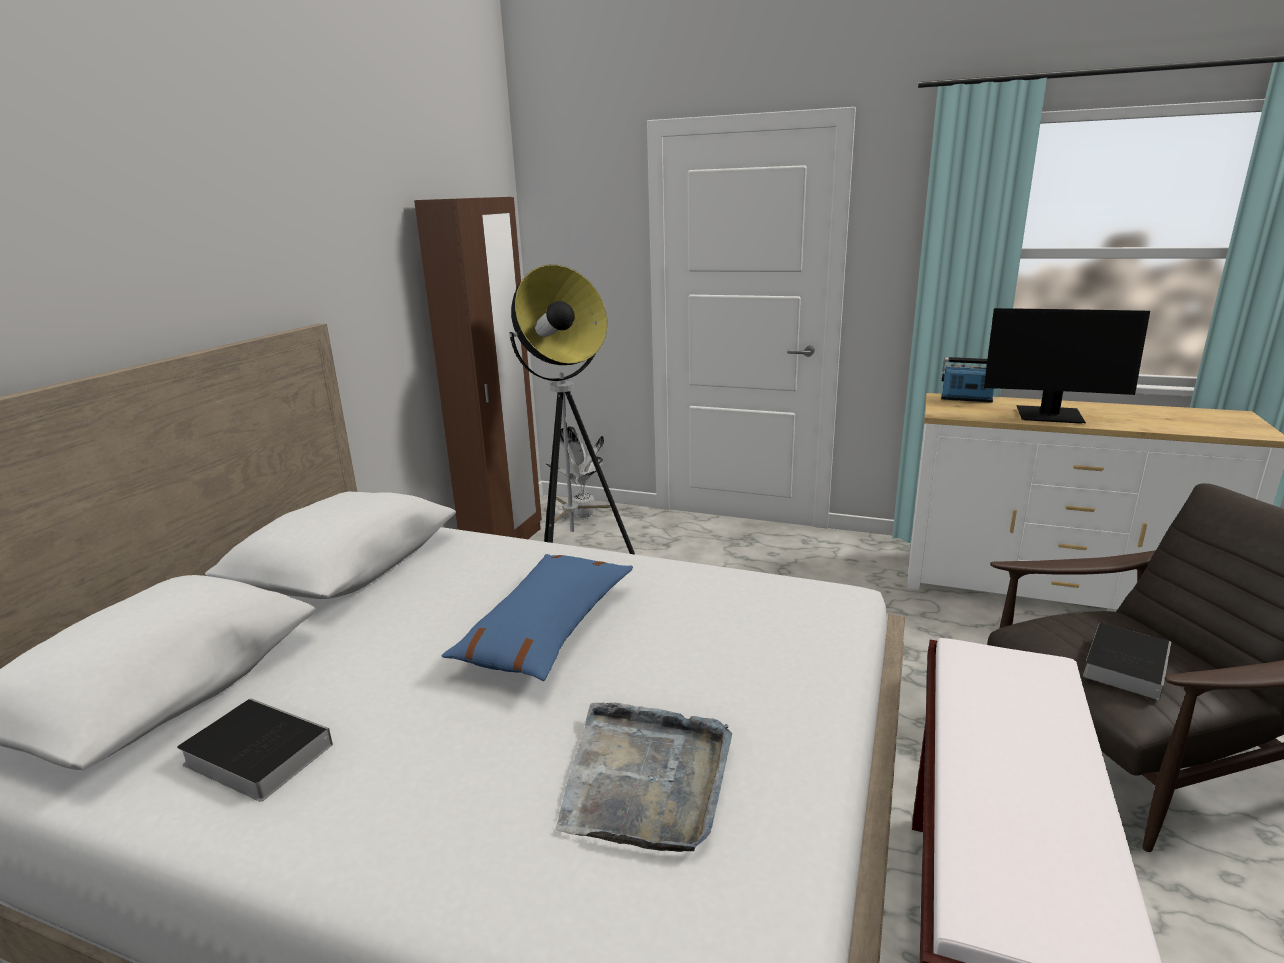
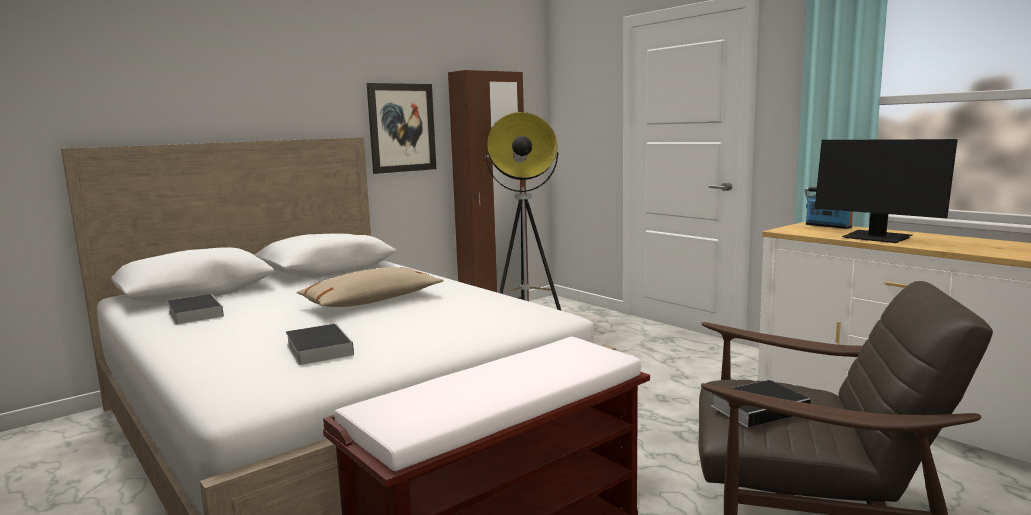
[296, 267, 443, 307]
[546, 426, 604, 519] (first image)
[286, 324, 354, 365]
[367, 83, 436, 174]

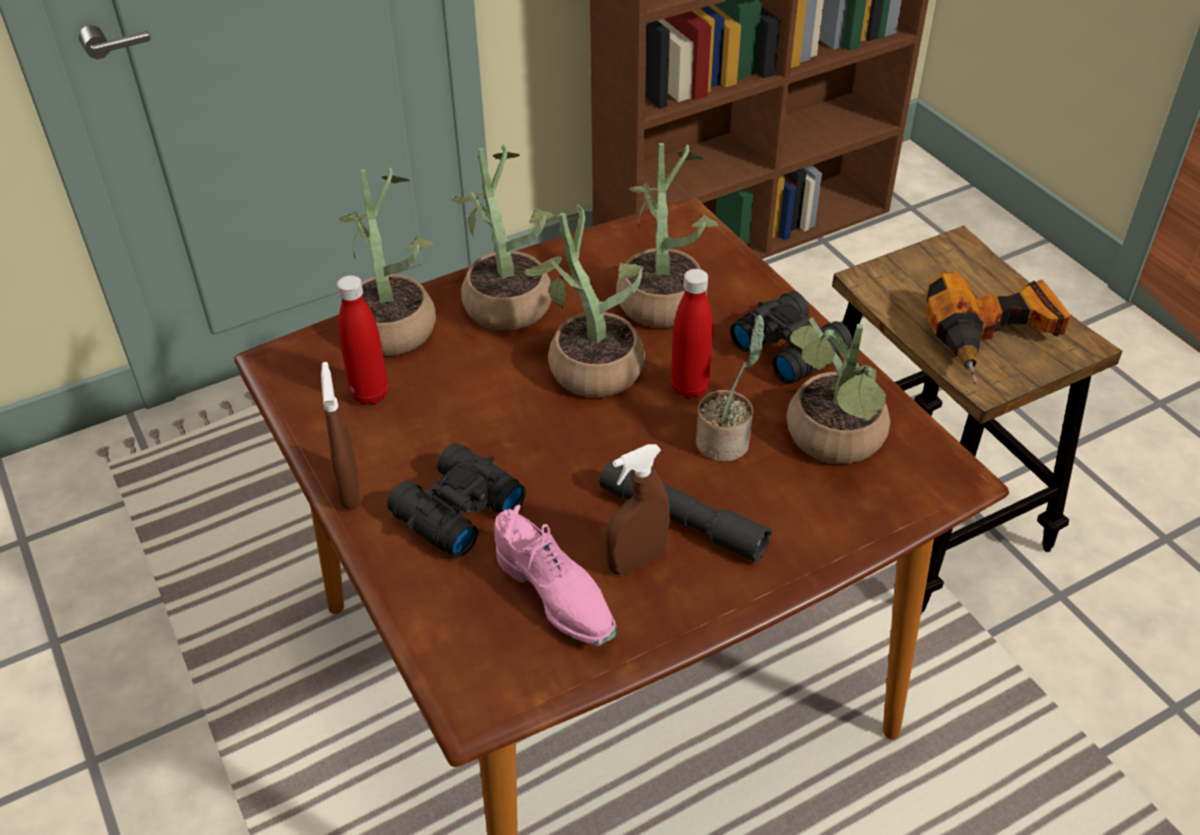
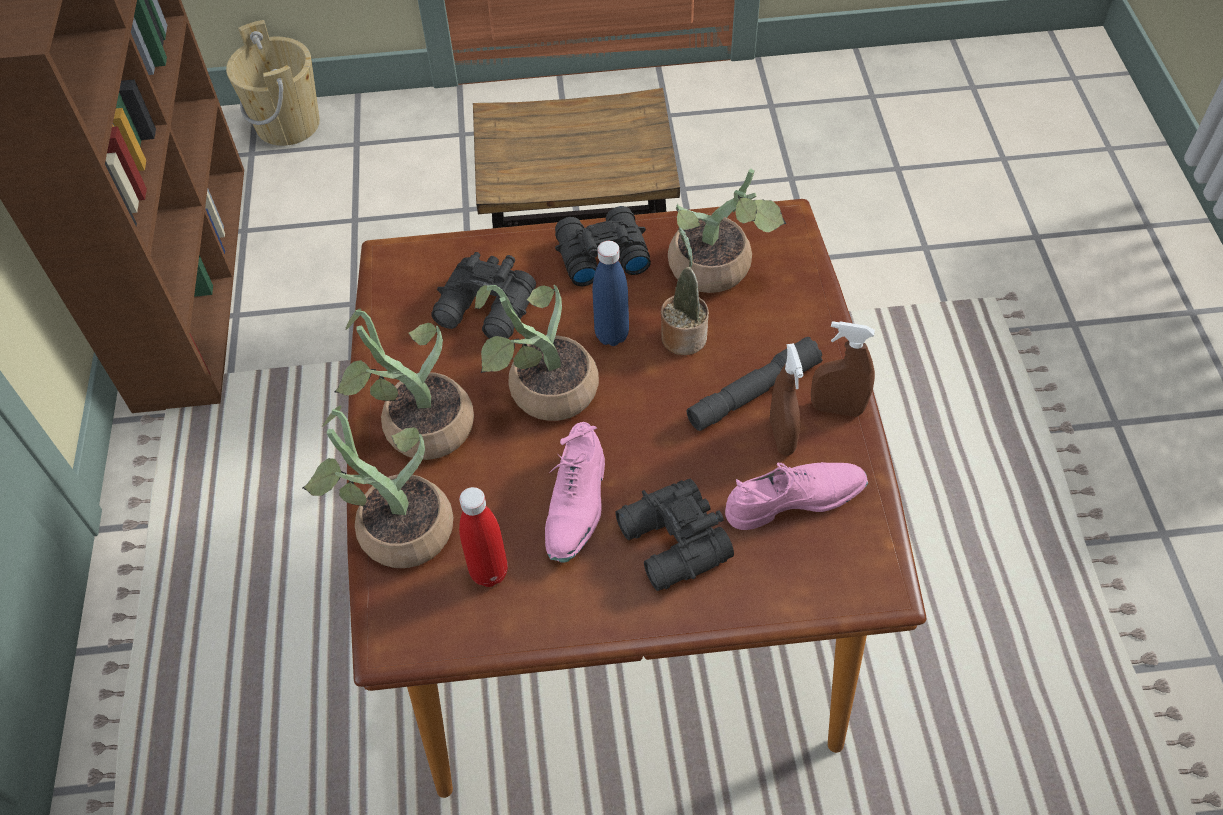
[811, 321, 875, 417]
[431, 252, 536, 339]
[593, 241, 629, 346]
[926, 273, 1071, 384] (first image)
[226, 20, 320, 146]
[545, 422, 605, 563]

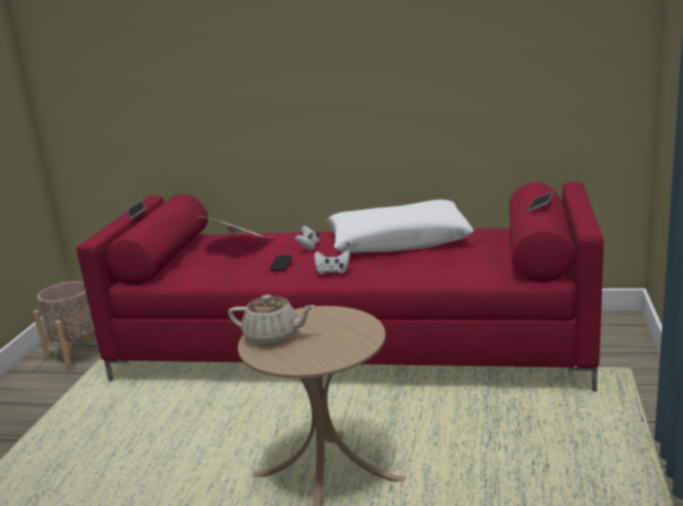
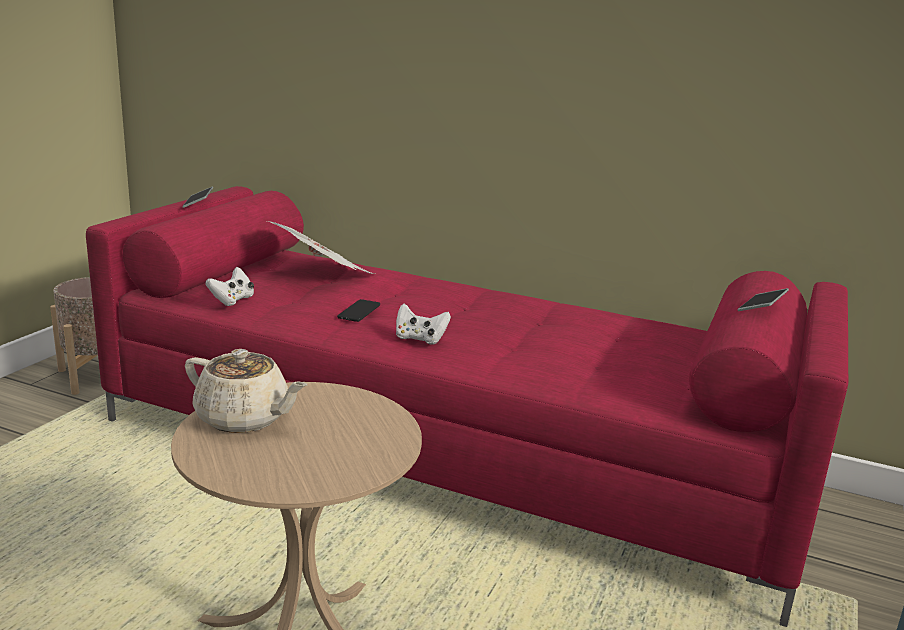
[206, 267, 254, 306]
[328, 200, 474, 253] (first image)

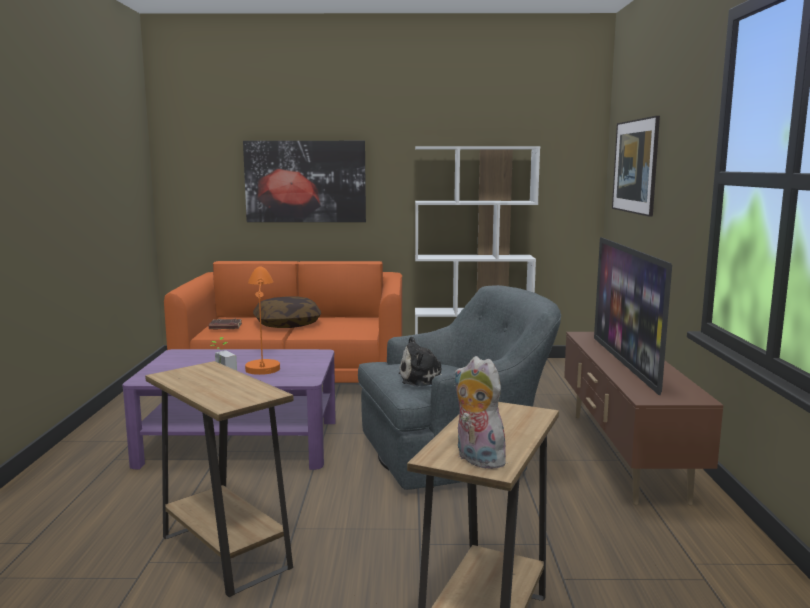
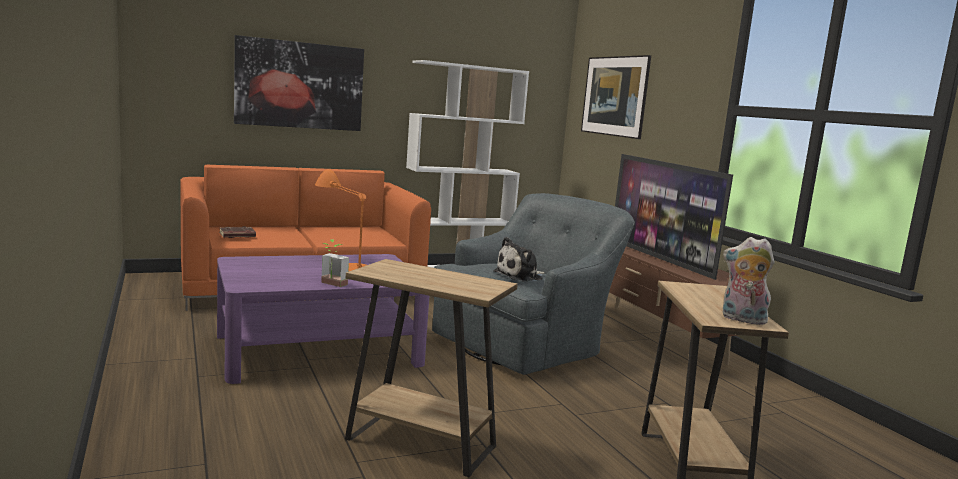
[253, 296, 321, 328] (first image)

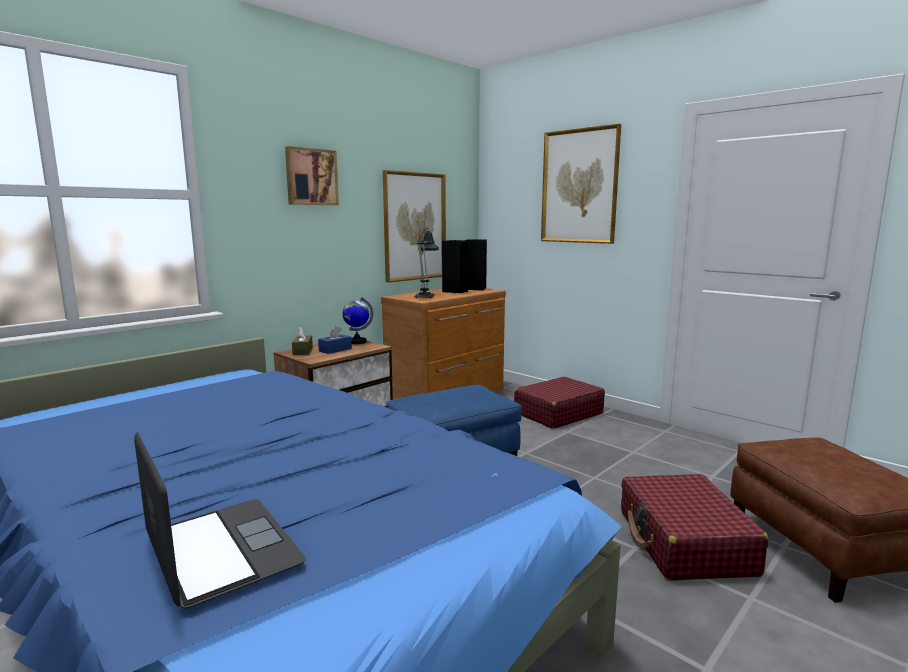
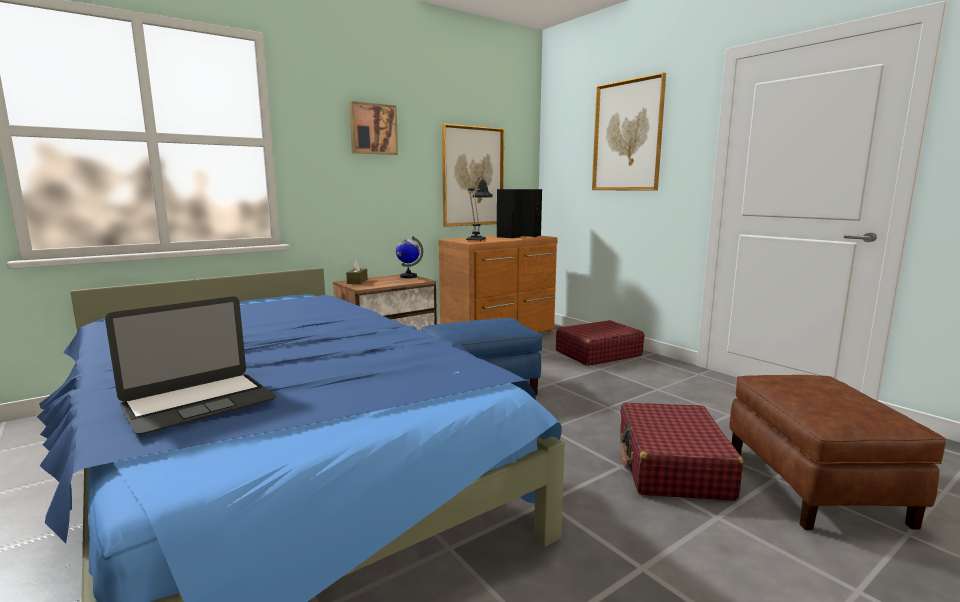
[105, 296, 276, 435]
[318, 326, 352, 354] (first image)

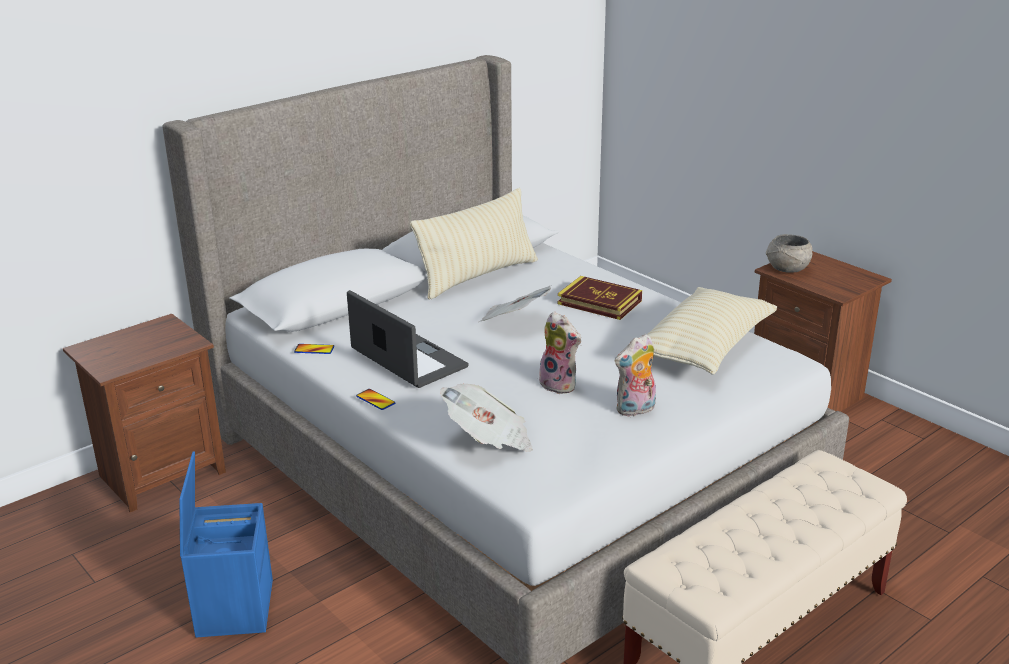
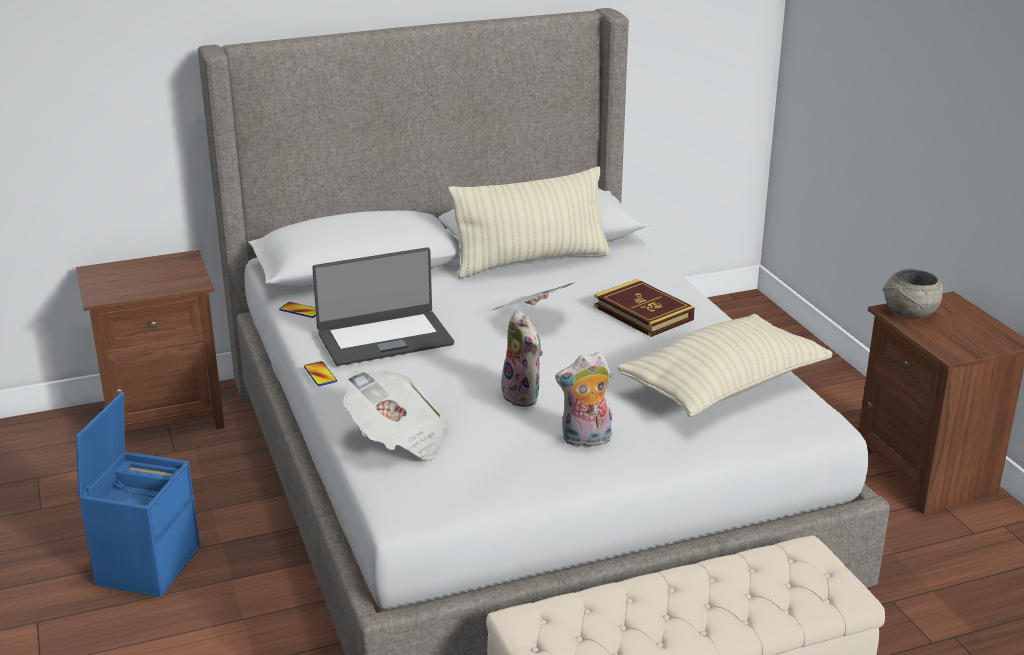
[312, 247, 454, 366]

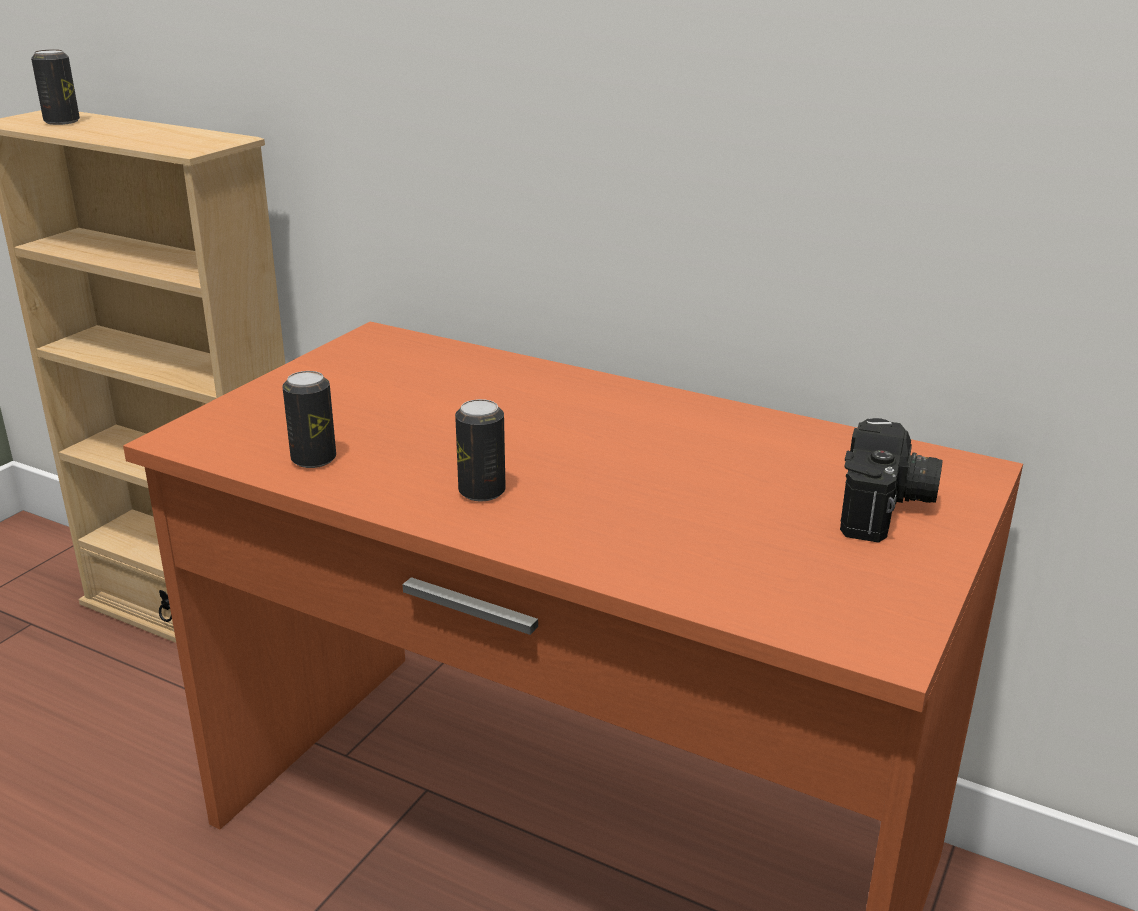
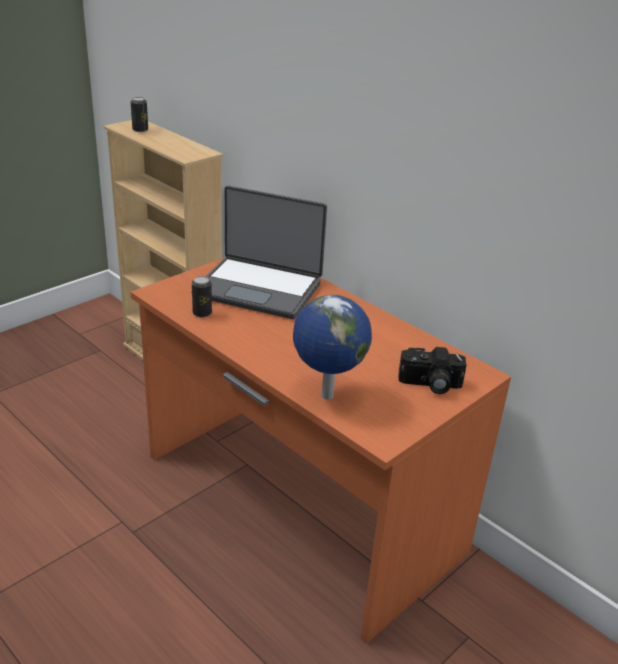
[455, 399, 506, 501] (first image)
[398, 347, 466, 394]
[206, 185, 327, 319]
[293, 295, 372, 400]

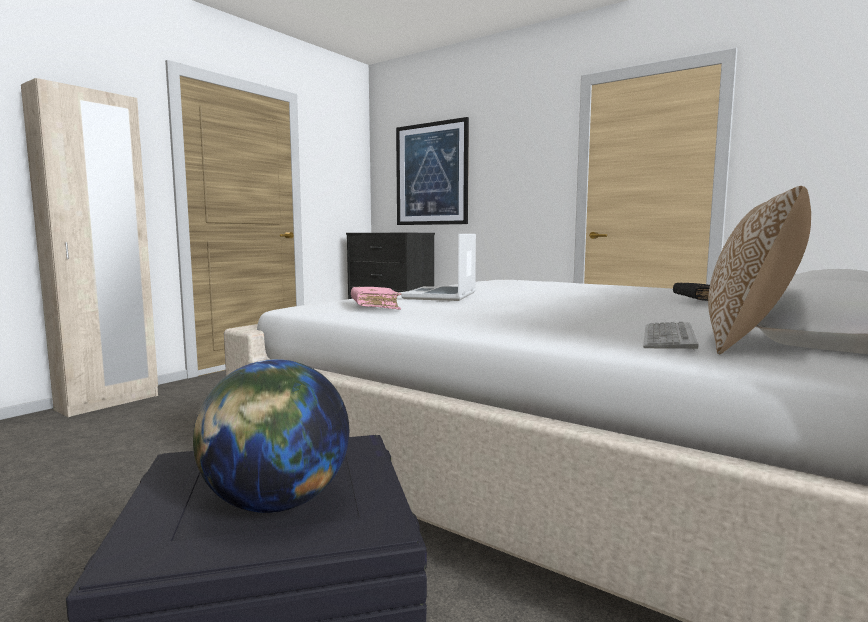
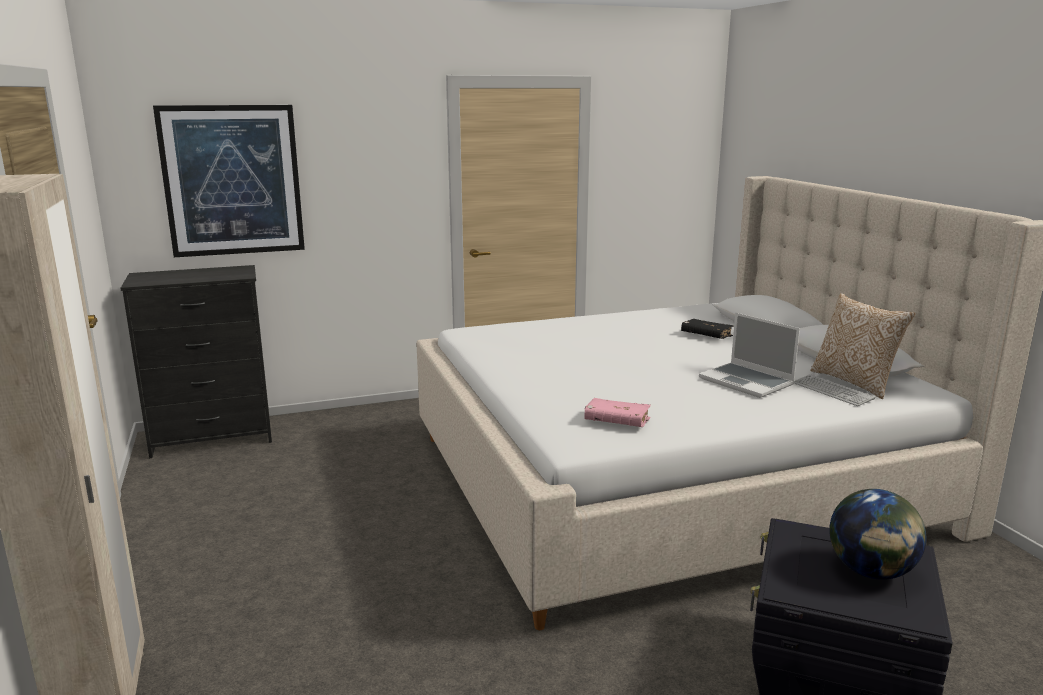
[699, 313, 800, 398]

